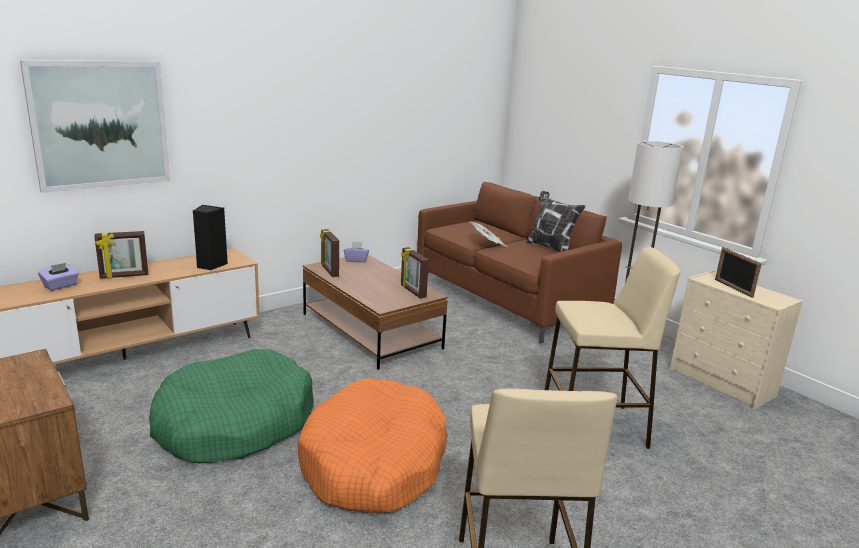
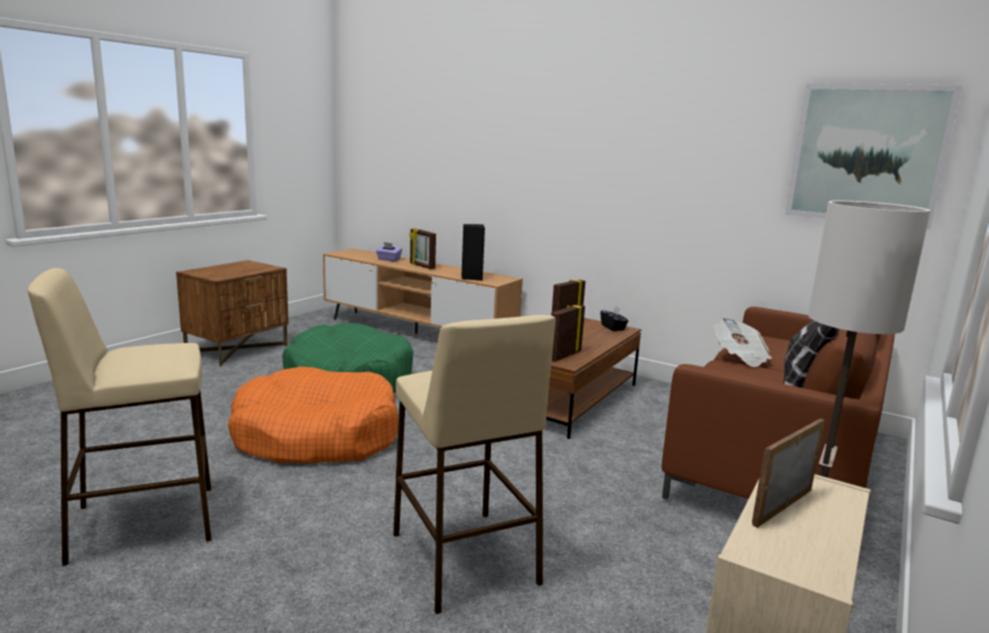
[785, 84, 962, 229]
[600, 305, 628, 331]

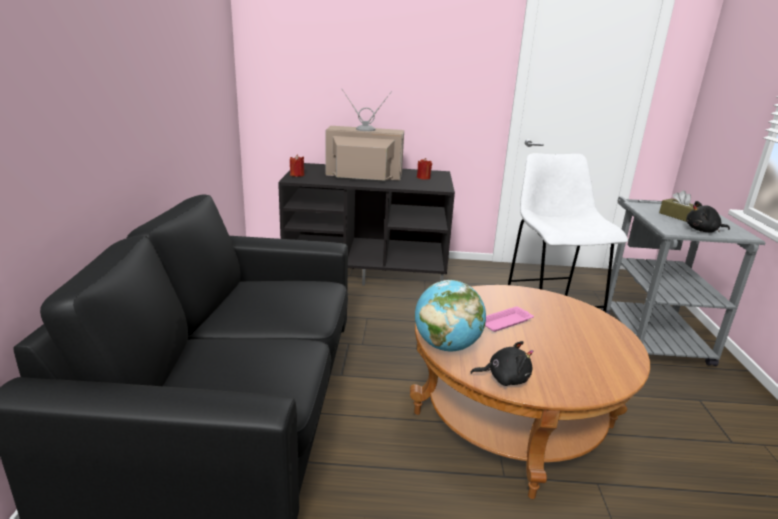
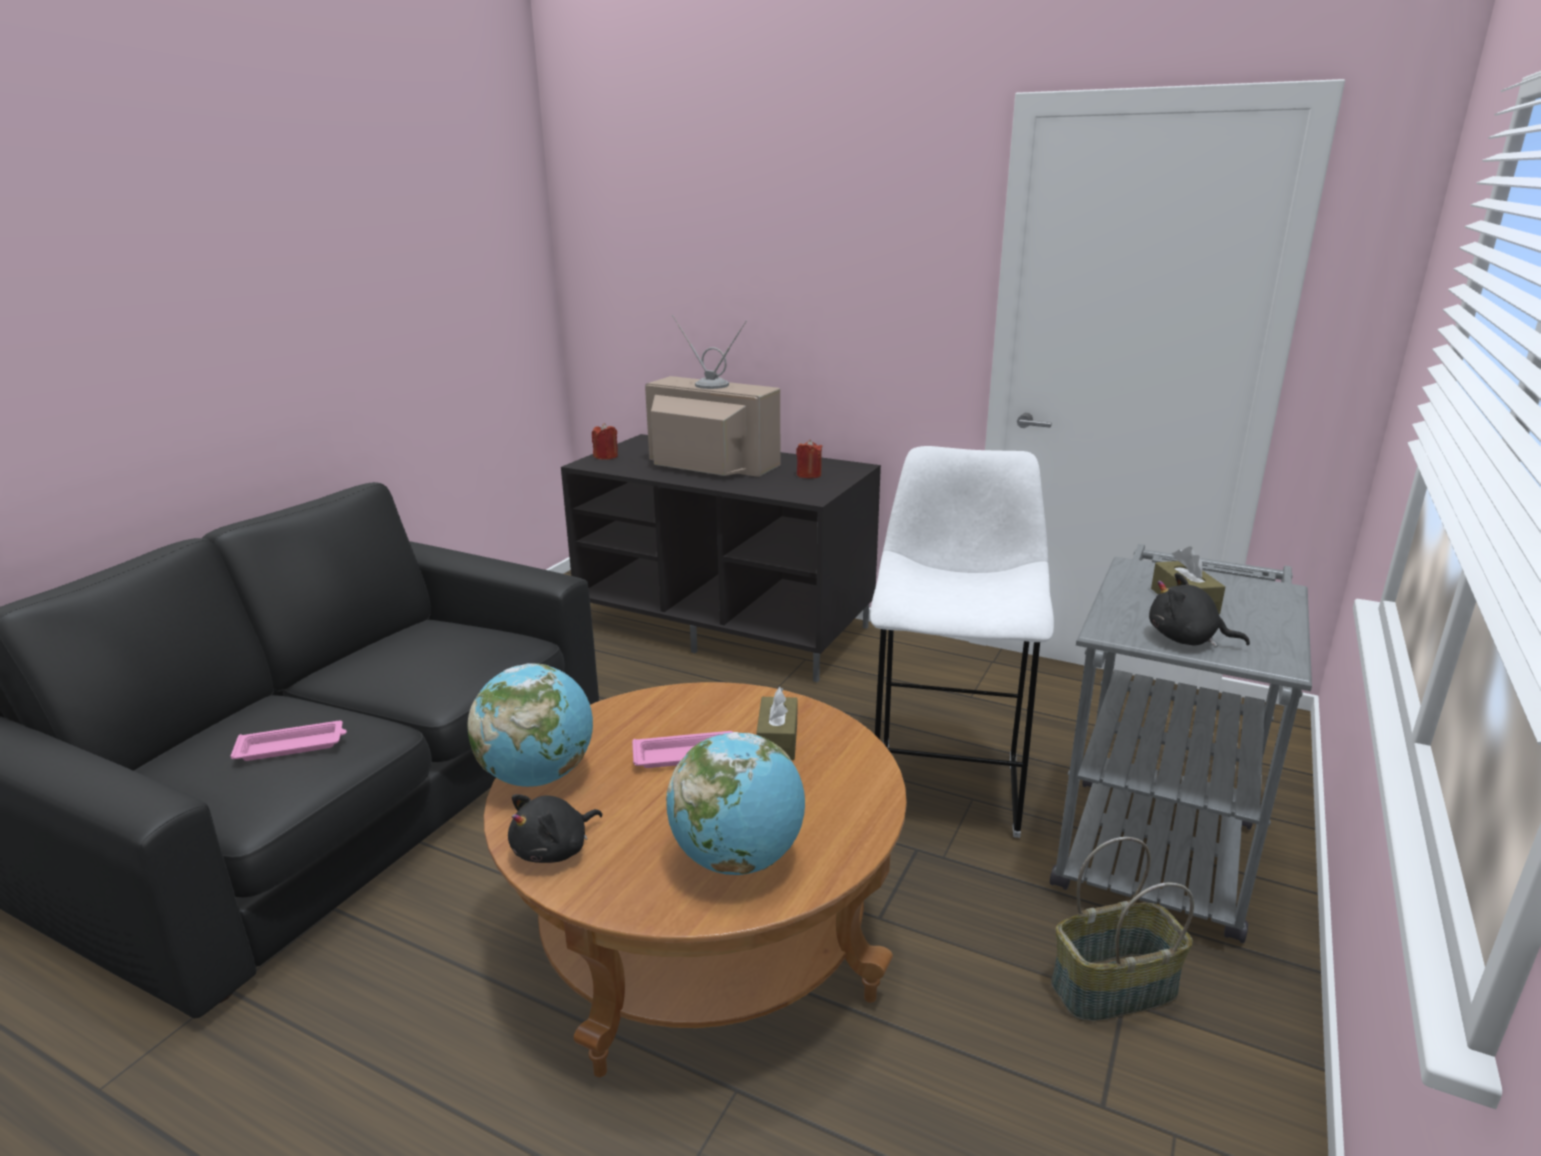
[508, 794, 602, 863]
[230, 721, 347, 761]
[666, 732, 805, 875]
[756, 687, 797, 760]
[1051, 837, 1194, 1022]

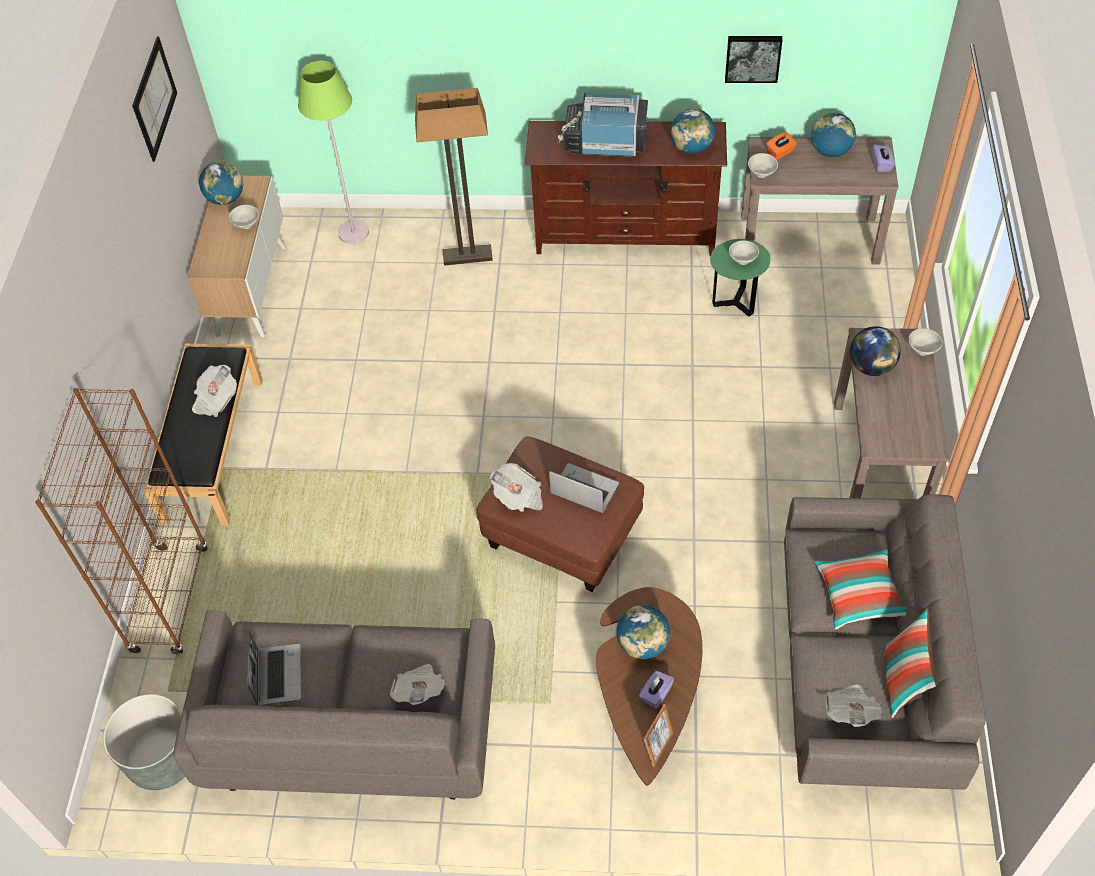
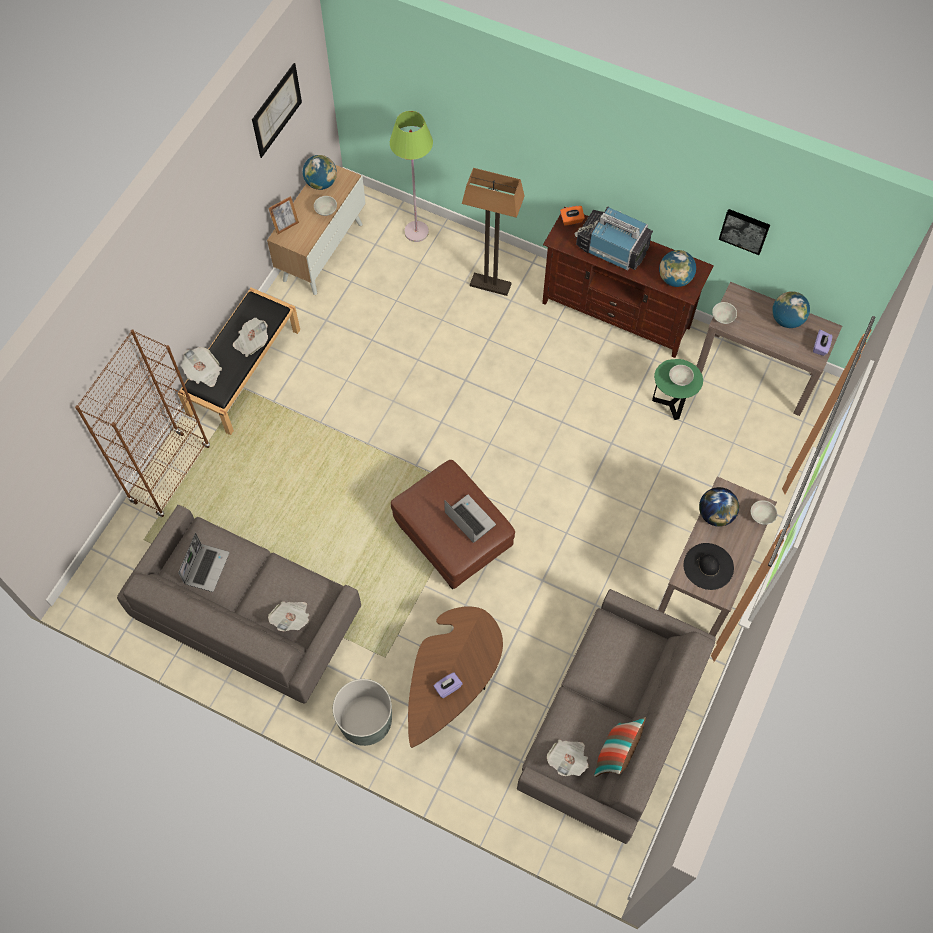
[333, 679, 392, 746]
[181, 347, 222, 387]
[616, 605, 670, 659] (first image)
[268, 196, 299, 235]
[560, 206, 585, 226]
[814, 548, 906, 630] (first image)
[684, 543, 734, 590]

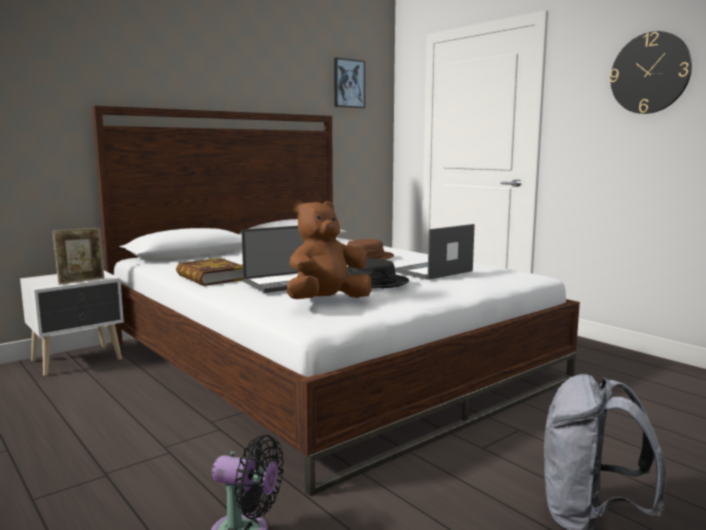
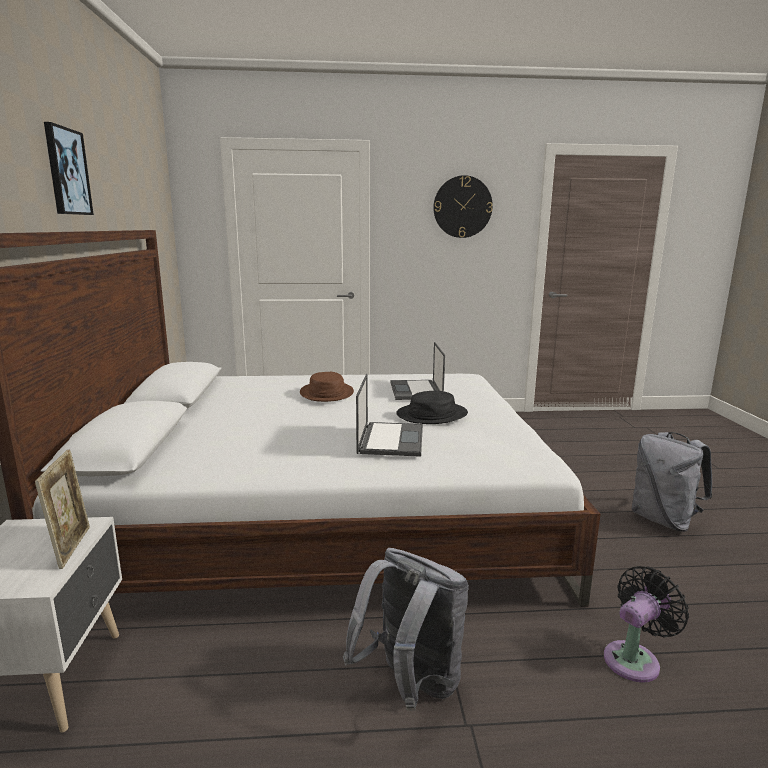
[176, 258, 243, 286] (first image)
[287, 200, 371, 299] (first image)
[44, 122, 94, 215]
[343, 548, 469, 711]

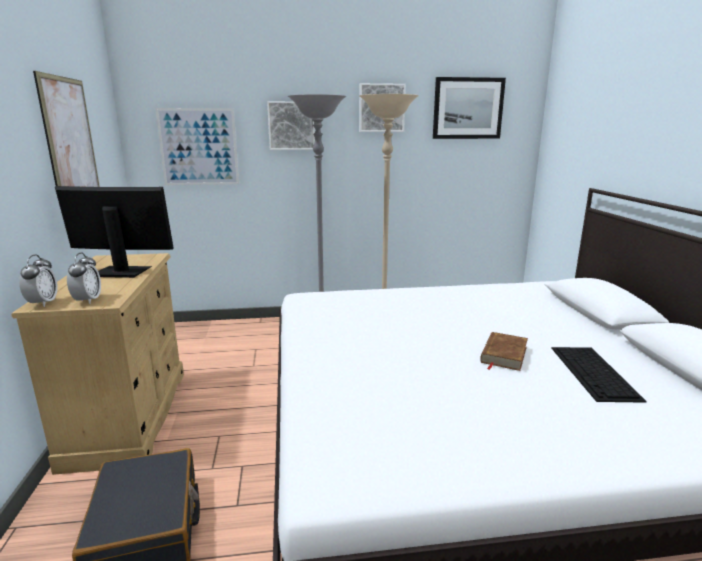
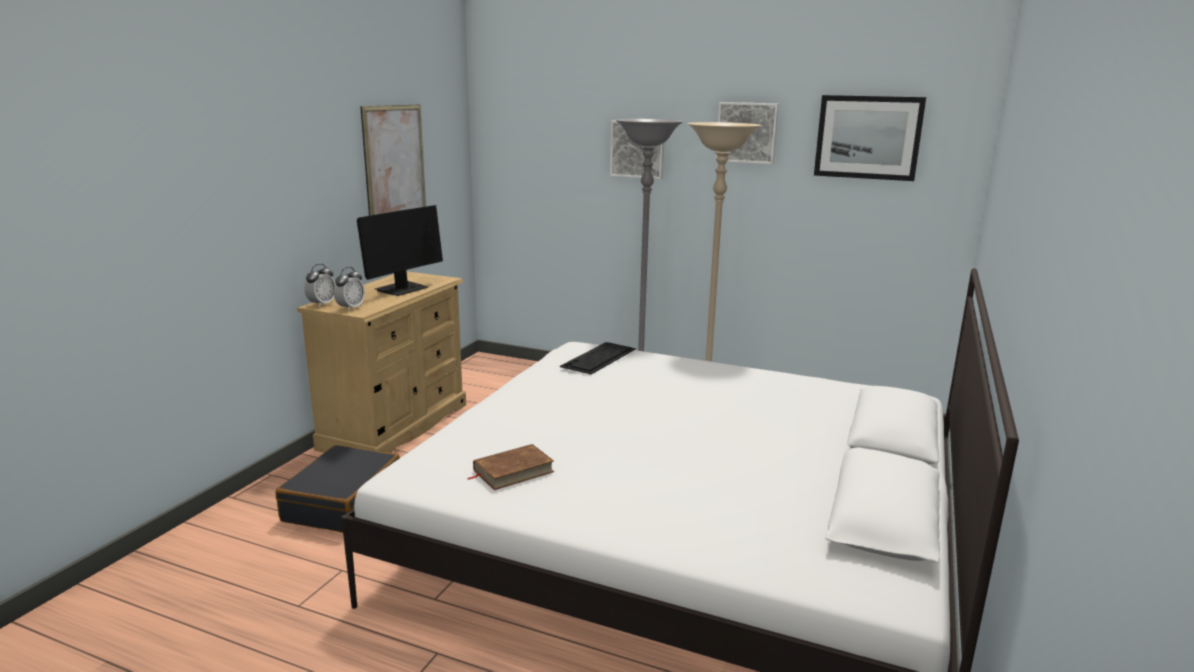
[357, 205, 443, 296]
[155, 108, 239, 185] (first image)
[467, 444, 554, 490]
[560, 342, 636, 374]

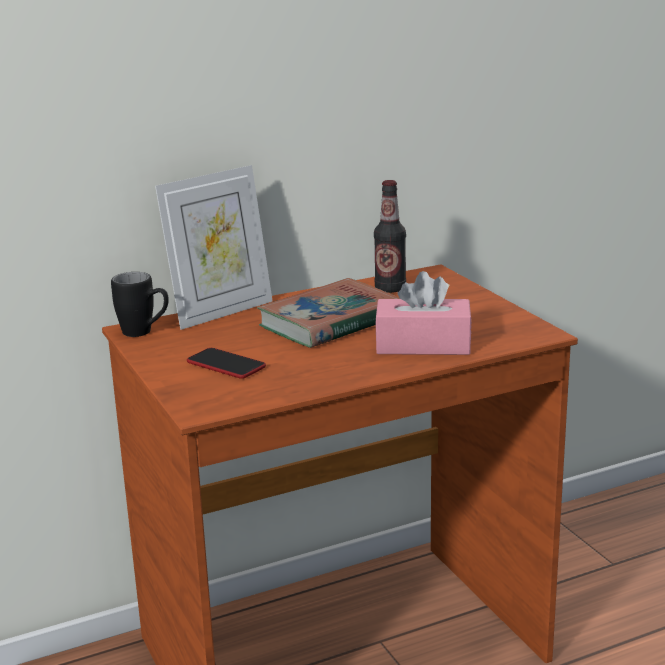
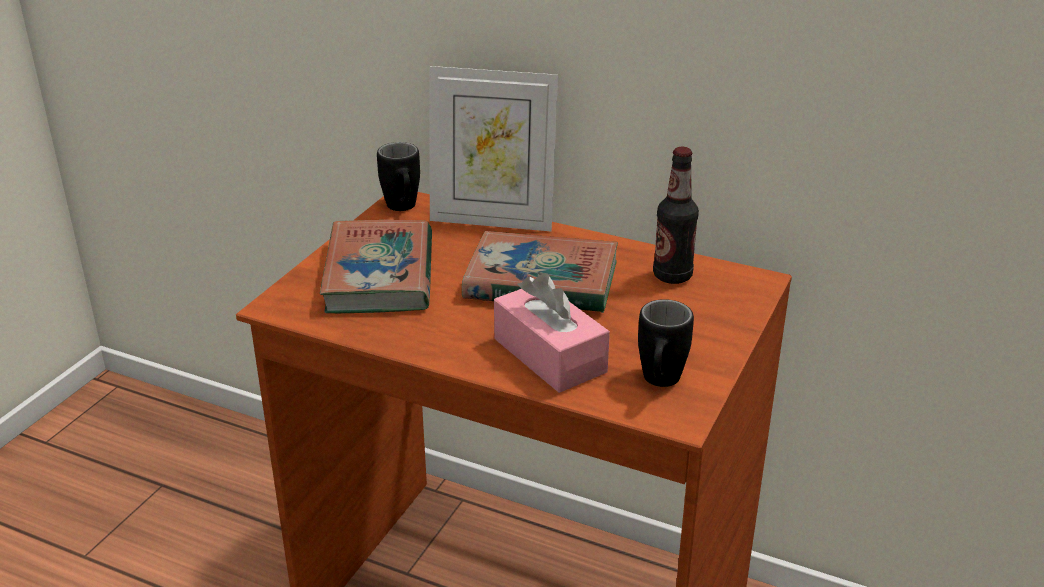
[320, 220, 432, 313]
[638, 299, 694, 387]

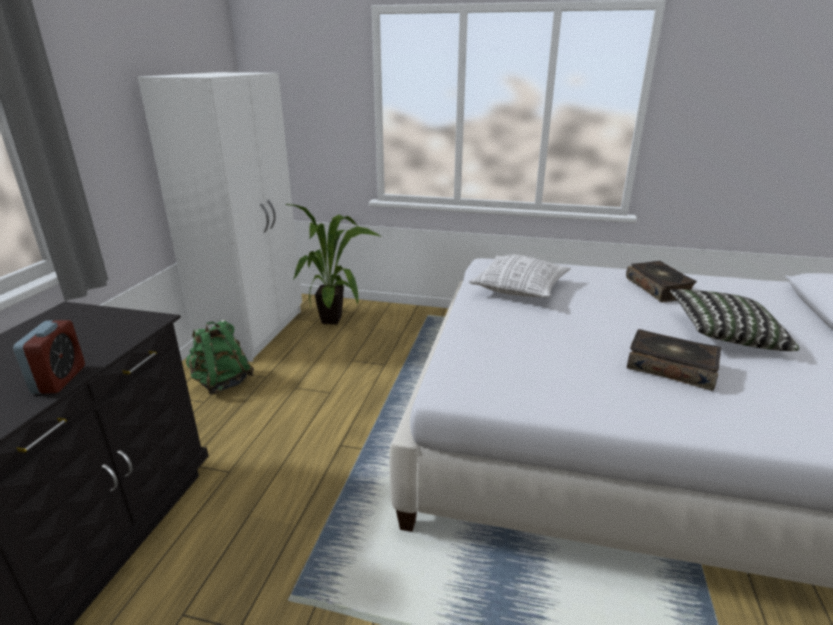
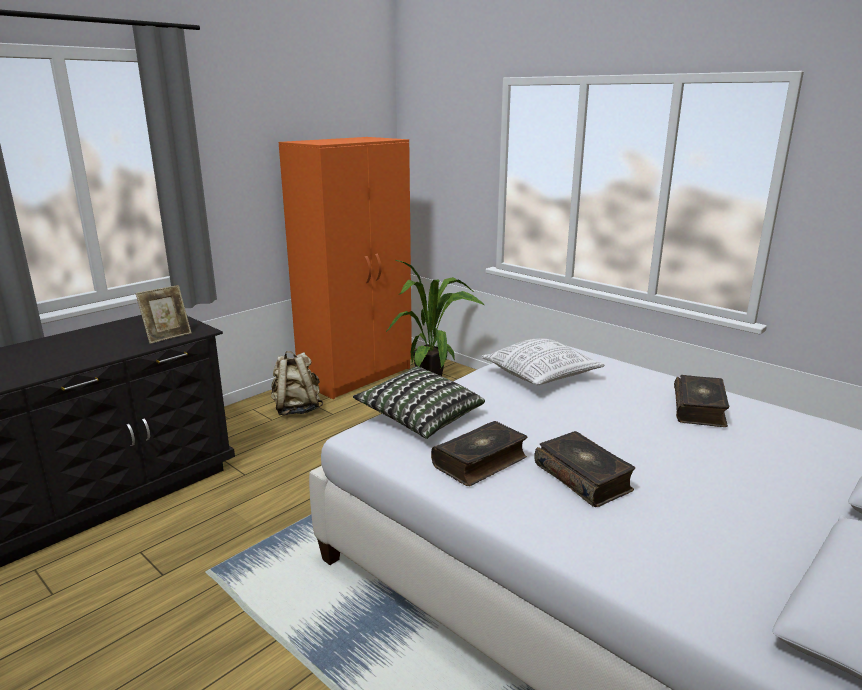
[13, 320, 85, 394] (first image)
[279, 137, 412, 399]
[271, 351, 323, 416]
[353, 366, 485, 439]
[136, 285, 192, 344]
[431, 421, 527, 486]

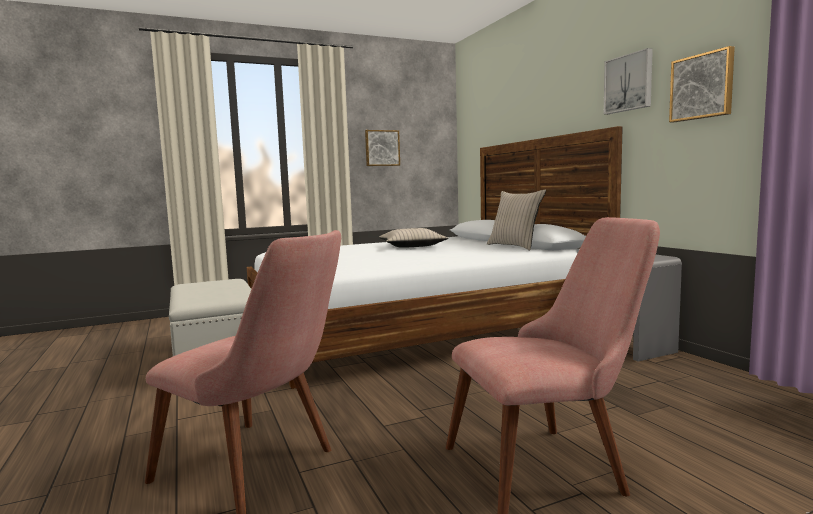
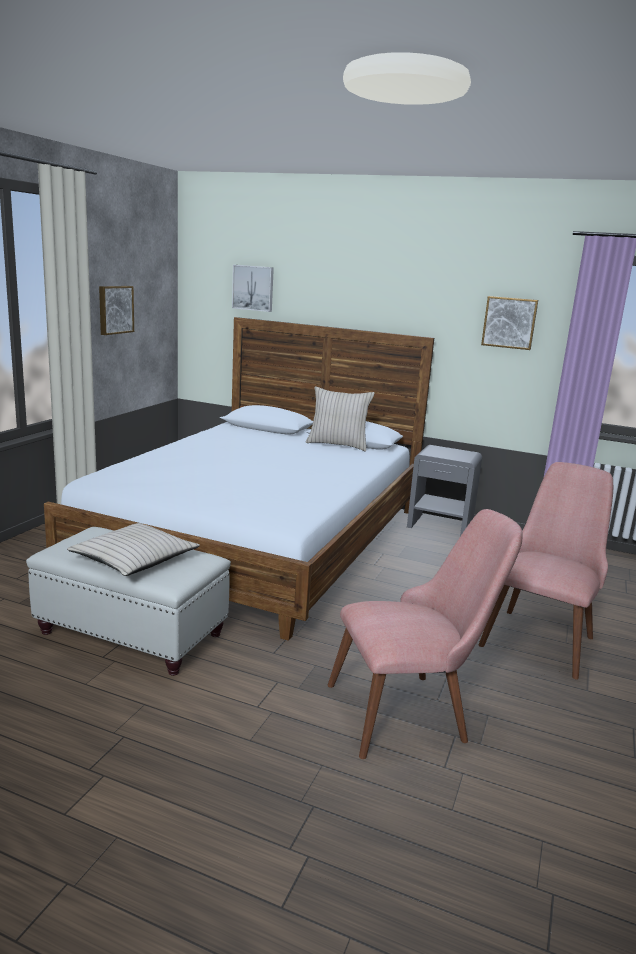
[67, 523, 200, 576]
[232, 265, 274, 312]

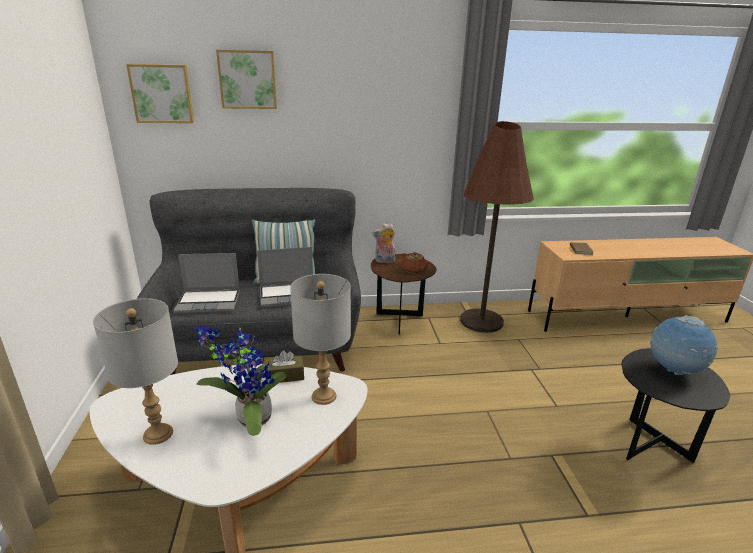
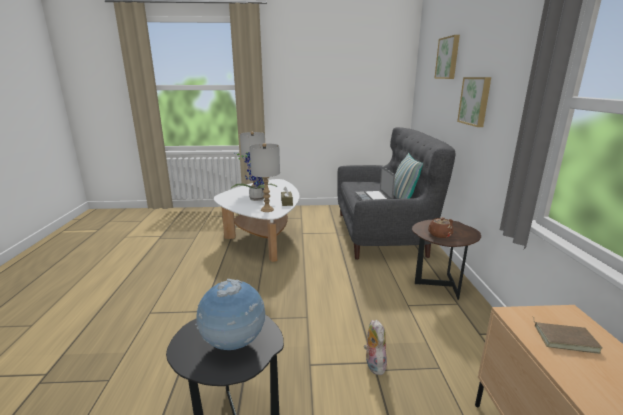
[457, 77, 491, 127]
[174, 253, 240, 314] (first image)
[364, 320, 387, 375]
[460, 121, 534, 333] (first image)

